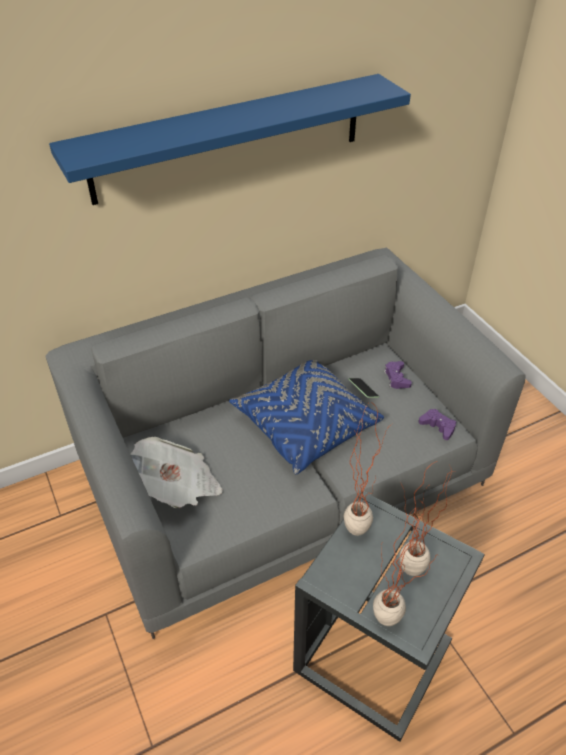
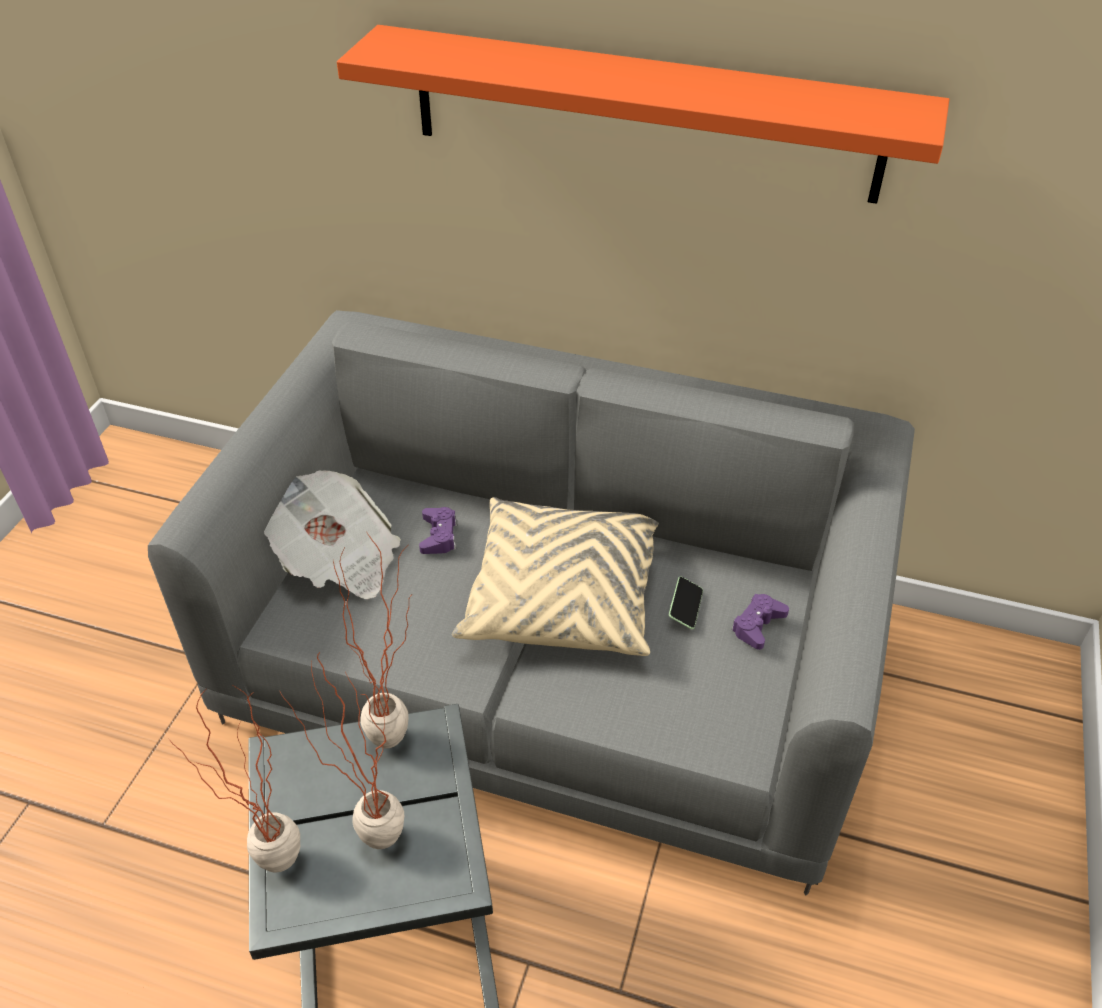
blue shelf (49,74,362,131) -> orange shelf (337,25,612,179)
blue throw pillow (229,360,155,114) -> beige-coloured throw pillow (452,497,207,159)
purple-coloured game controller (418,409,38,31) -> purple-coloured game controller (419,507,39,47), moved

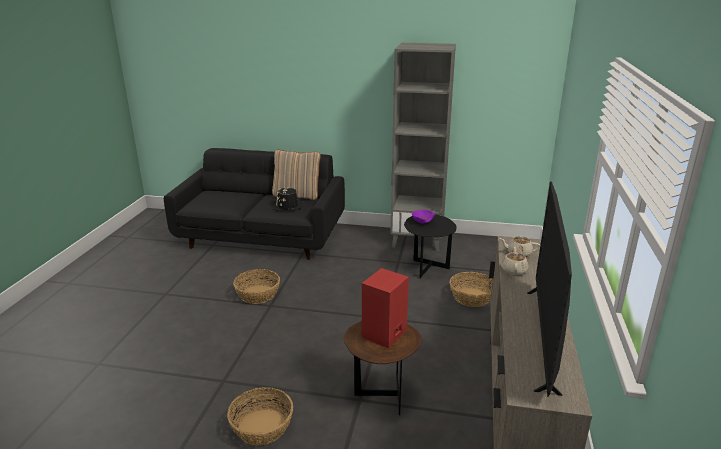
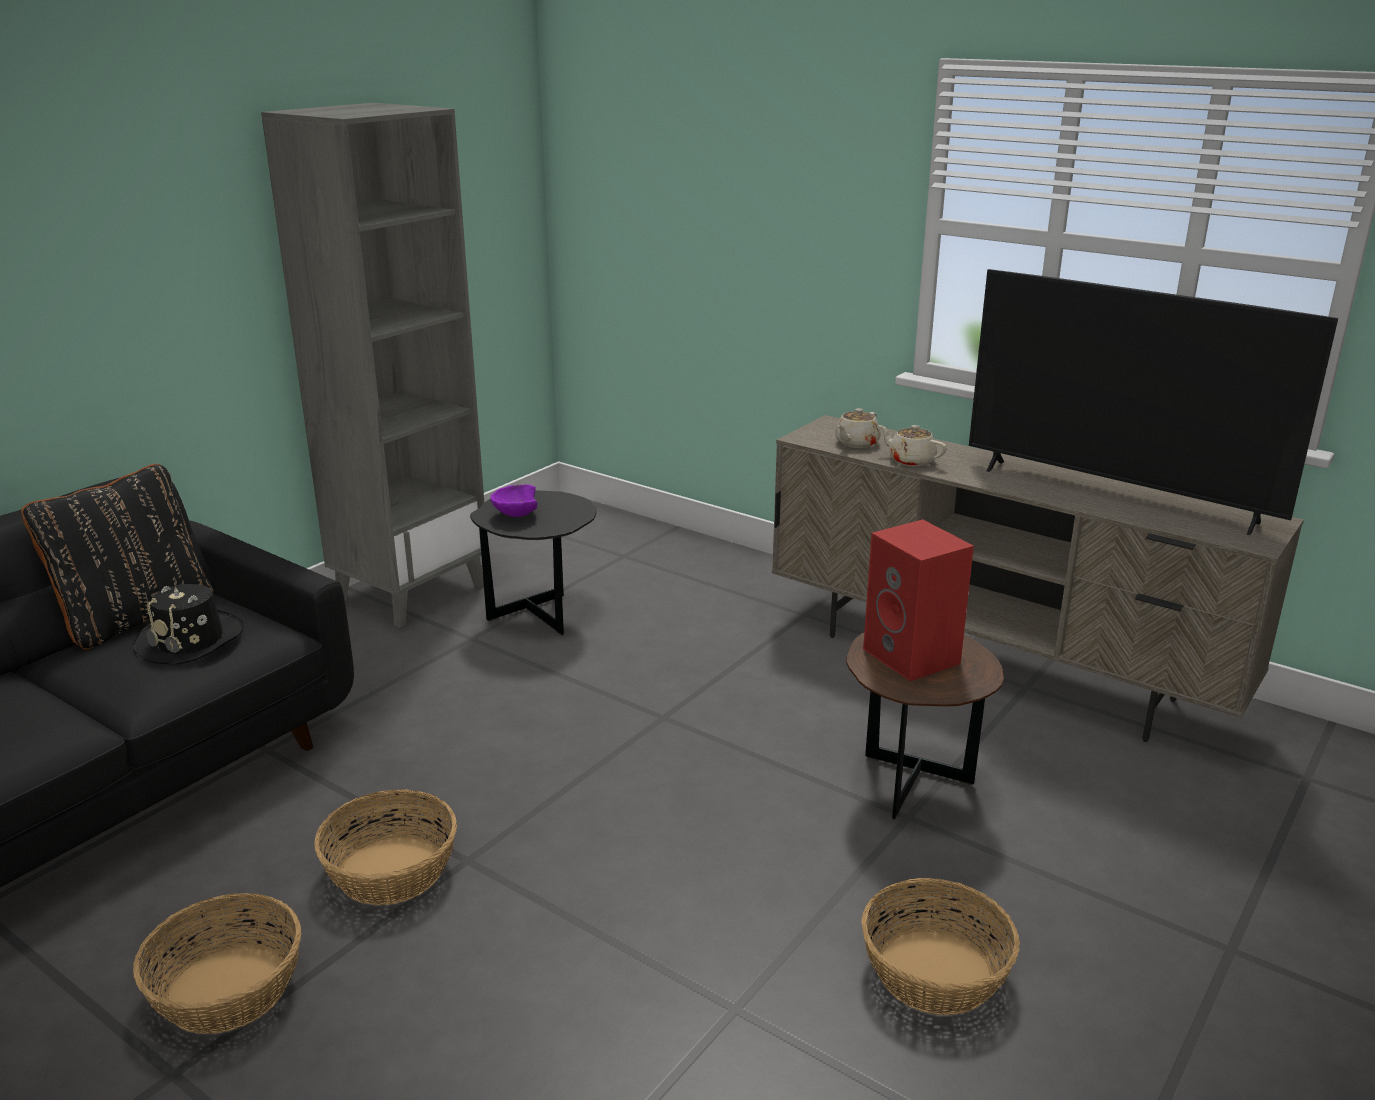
beige-coloured throw pillow (272,150,49,50) -> blackish throw pillow (21,464,192,186)
storage basket (450,272,43,35) -> storage basket (133,893,168,141), moved

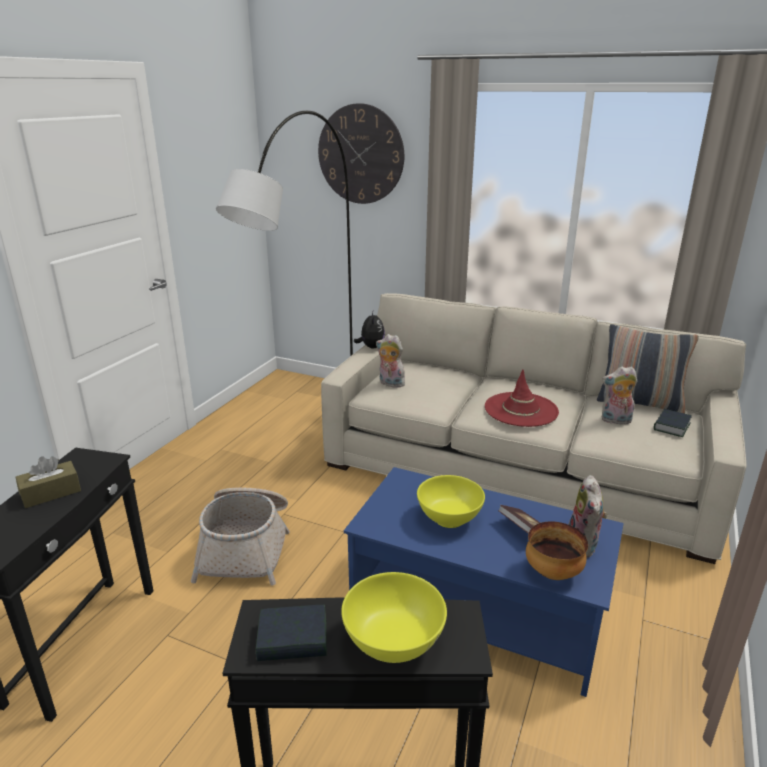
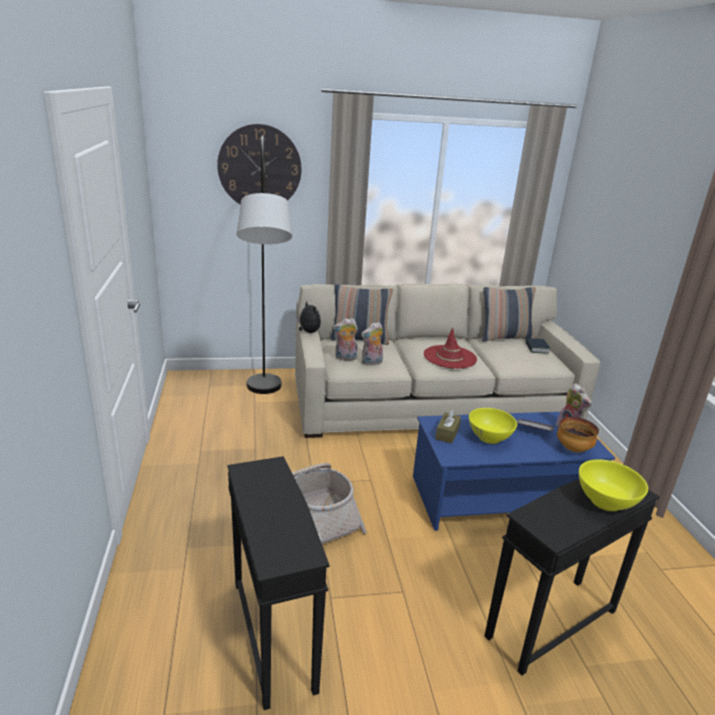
plush toy (601,366,36,58) -> plush toy (361,322,22,44), moved
brownish box of tissues (16,456,65,52) -> brownish box of tissues (435,409,26,35), moved
volume (256,605,70,56) -> none
none -> throw pillow (330,284,63,61)

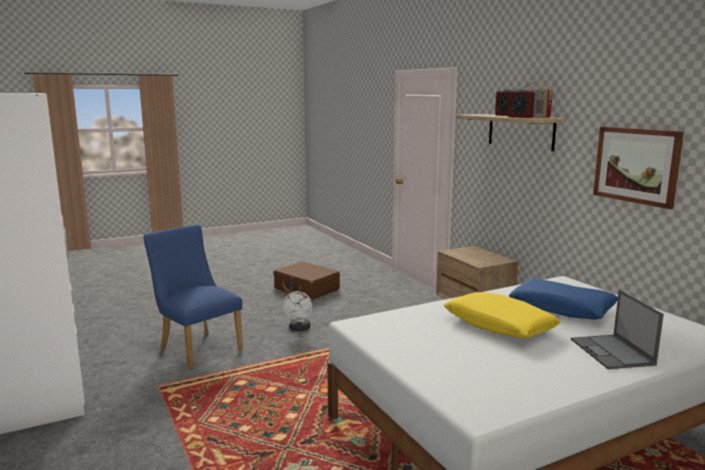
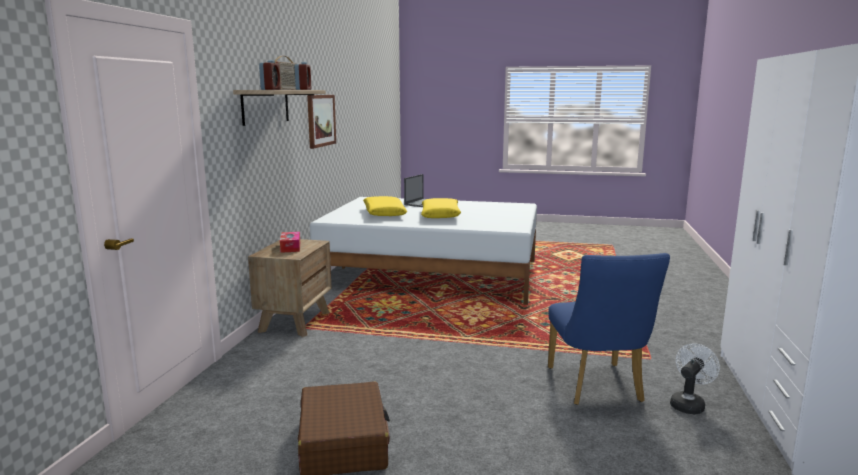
blue throw pillow (509,278,109,41) -> yellowish throw pillow (363,196,44,20)
whitish electric fan (283,291,29,40) -> whitish electric fan (670,343,50,71), moved
none -> box of tissues (280,232,20,21)

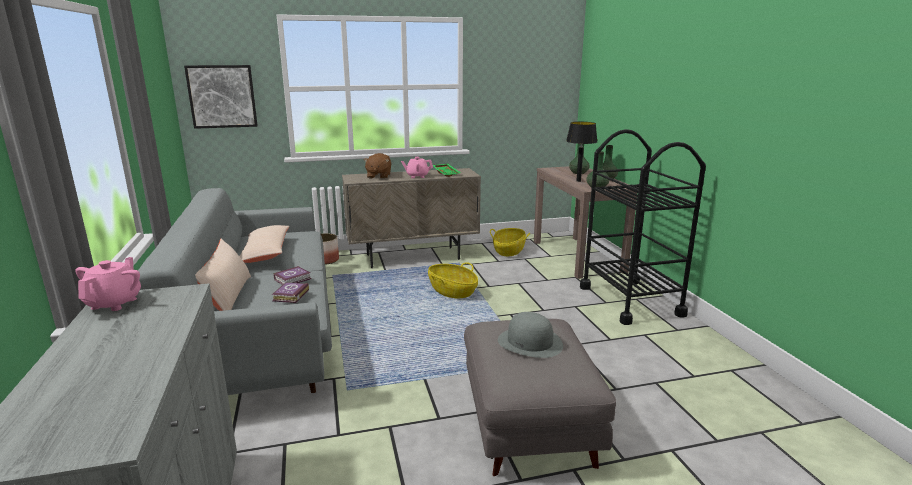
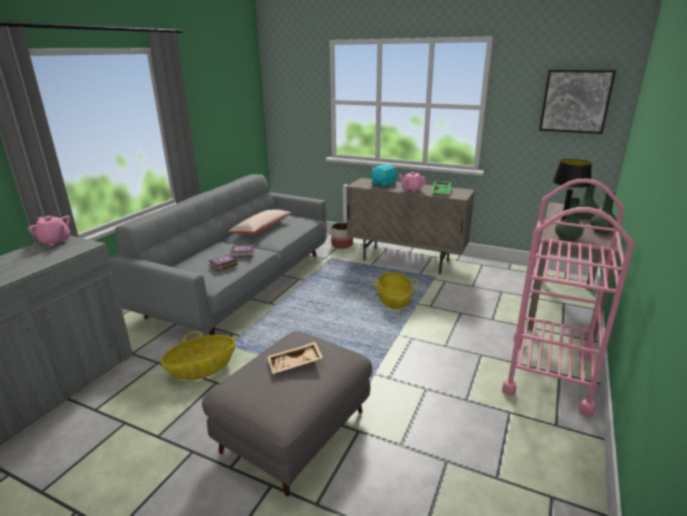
picture (184,65,74,64) -> picture (539,70,77,64), moved
blackish cart (580,129,126,196) -> pink cart (502,179,133,238)
brownish plush toy (364,153,27,26) -> turquoise plush toy (370,164,27,23)
storage basket (490,228,40,28) -> storage basket (161,331,74,49), moved
beige-coloured throw pillow (195,239,56,72) -> none
pink pot for tea (75,257,66,54) -> pink pot for tea (28,216,43,30), 75 degrees clockwise
gray clothing hat (498,312,65,46) -> beige-coloured serving tray (267,342,56,32)

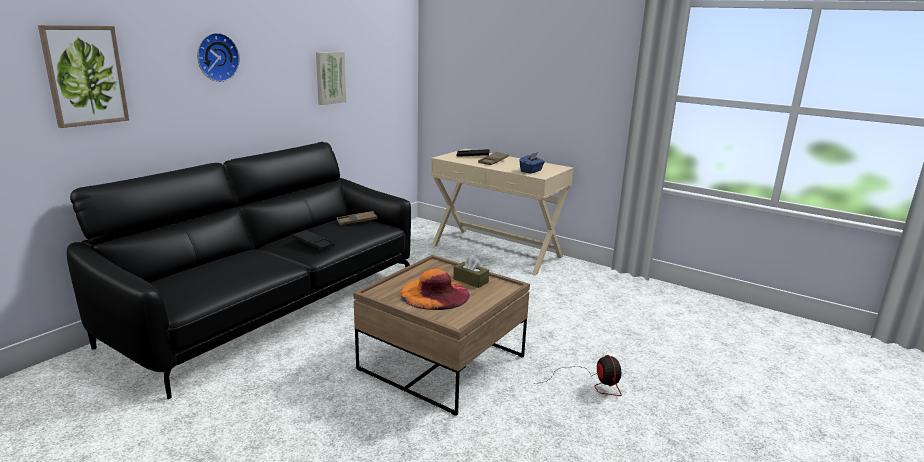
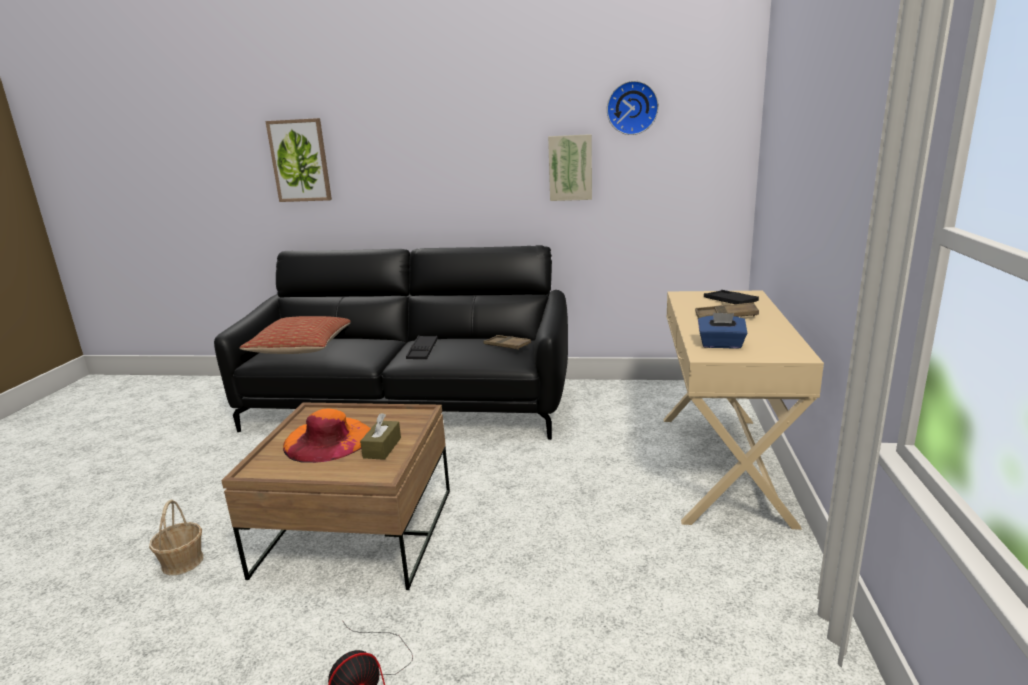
wall clock (197,33,43,49) -> wall clock (607,81,52,54), moved
none -> throw pillow (239,316,112,38)
none -> storage basket (149,499,54,76)

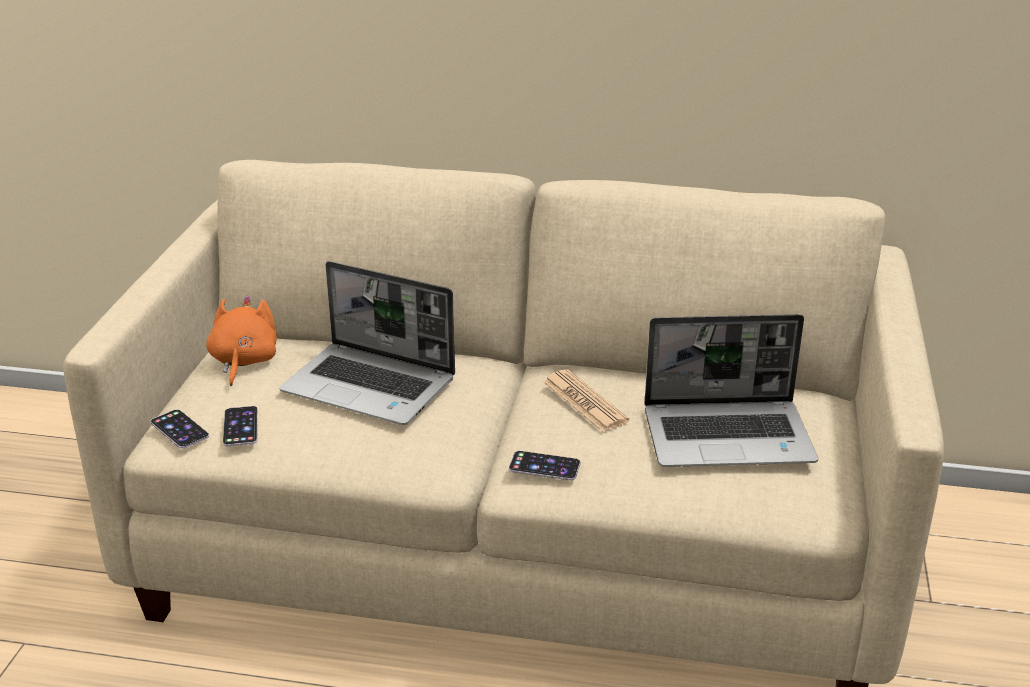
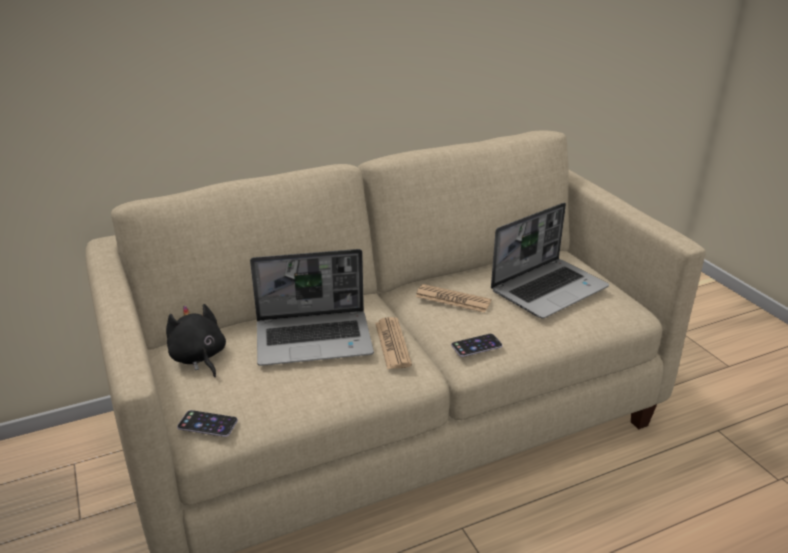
orange plush toy (206,296,71,90) -> blackish plush toy (166,304,60,73)
phone (223,406,35,40) -> none
none -> printed paper (375,317,37,52)

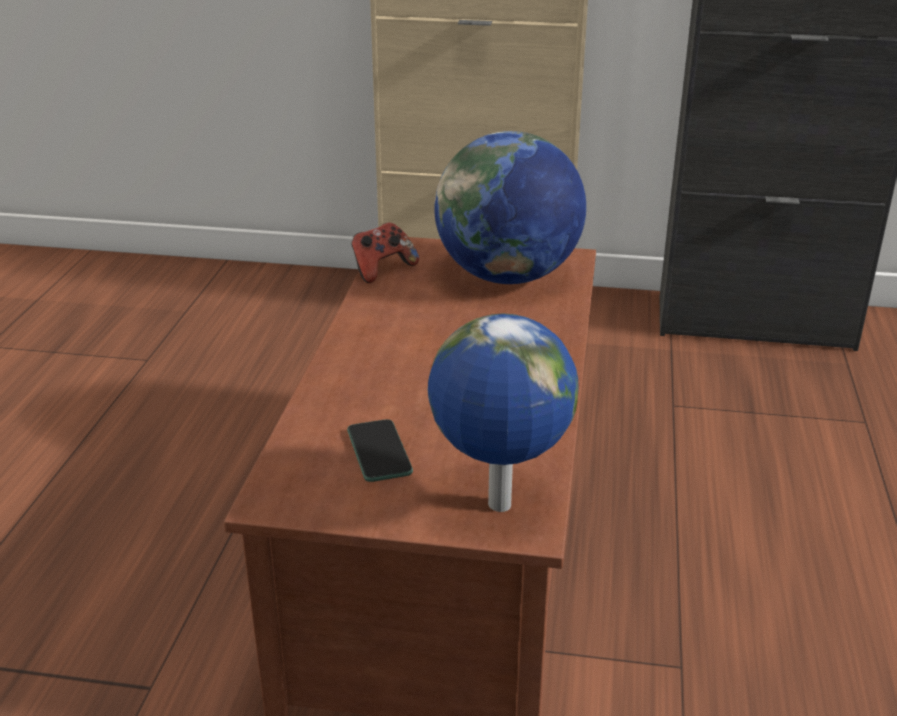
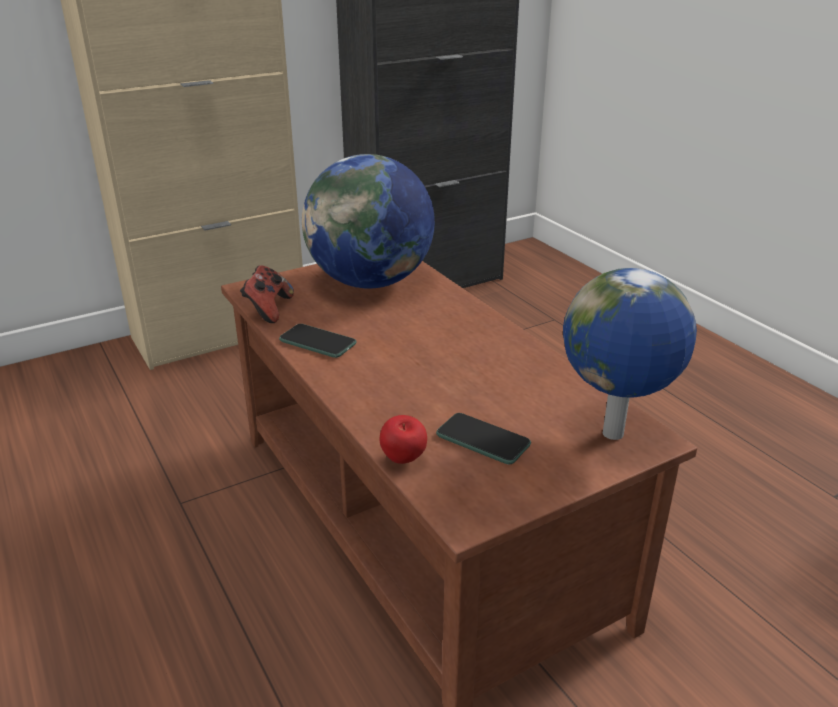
none -> phone (279,324,78,34)
none -> apple fruit (380,415,47,49)

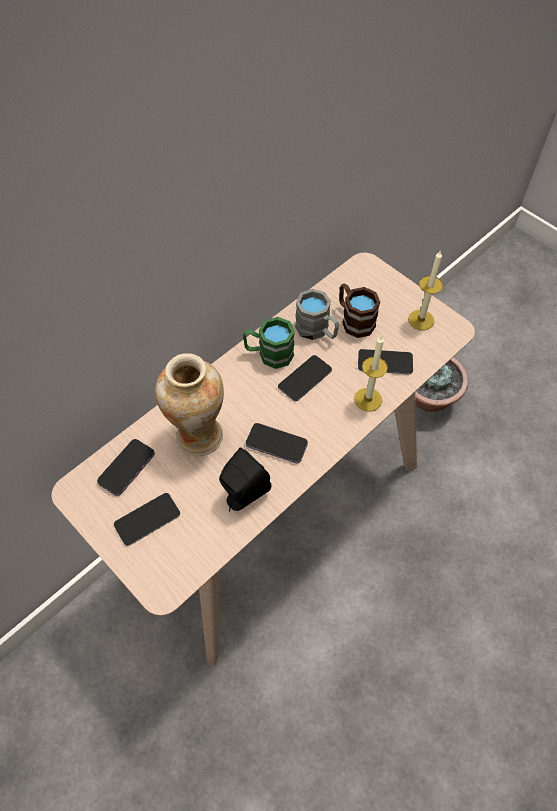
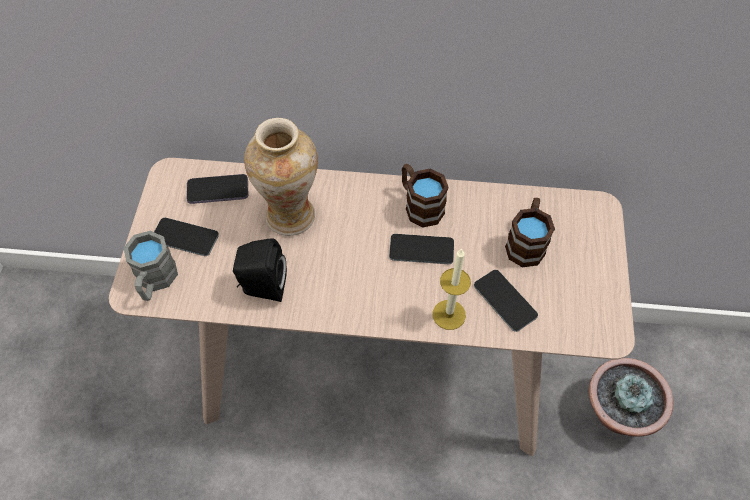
candle (408,250,35,80) -> none
gray coffee mug (295,289,44,51) -> gray coffee mug (124,231,54,70), moved
green coffee mug (243,317,52,52) -> brownish coffee mug (402,164,47,63)
phone (246,423,62,41) -> none

